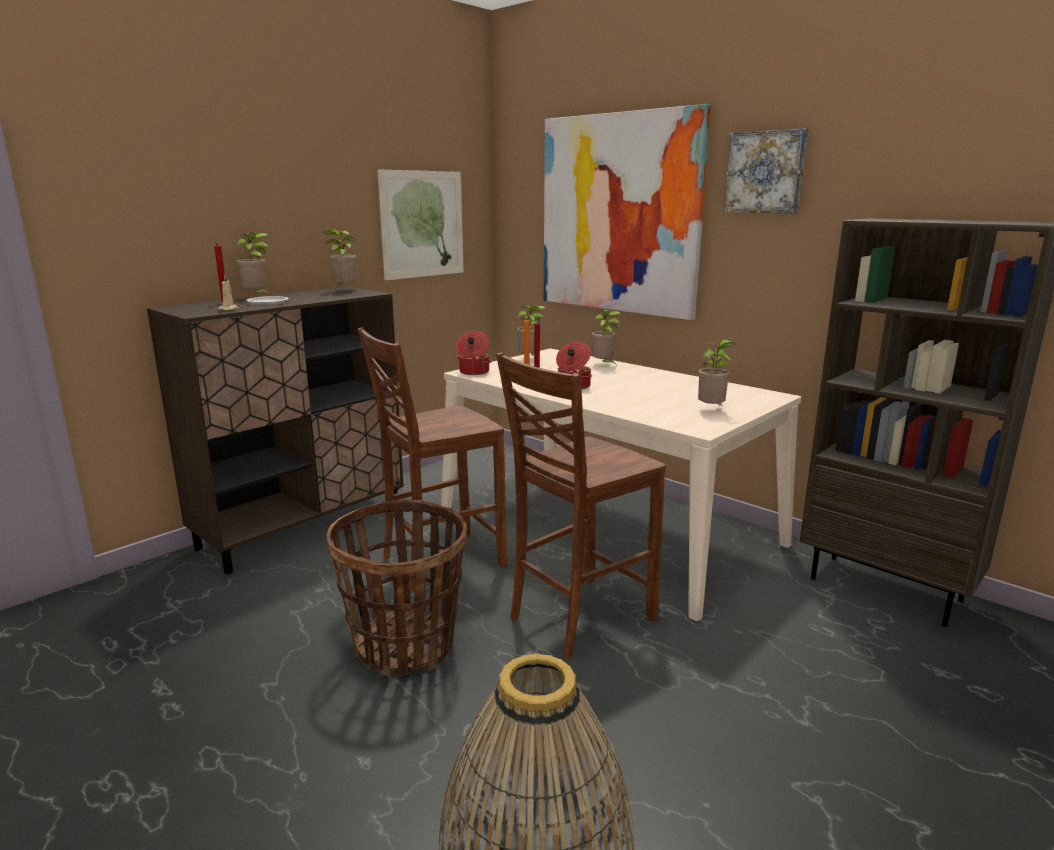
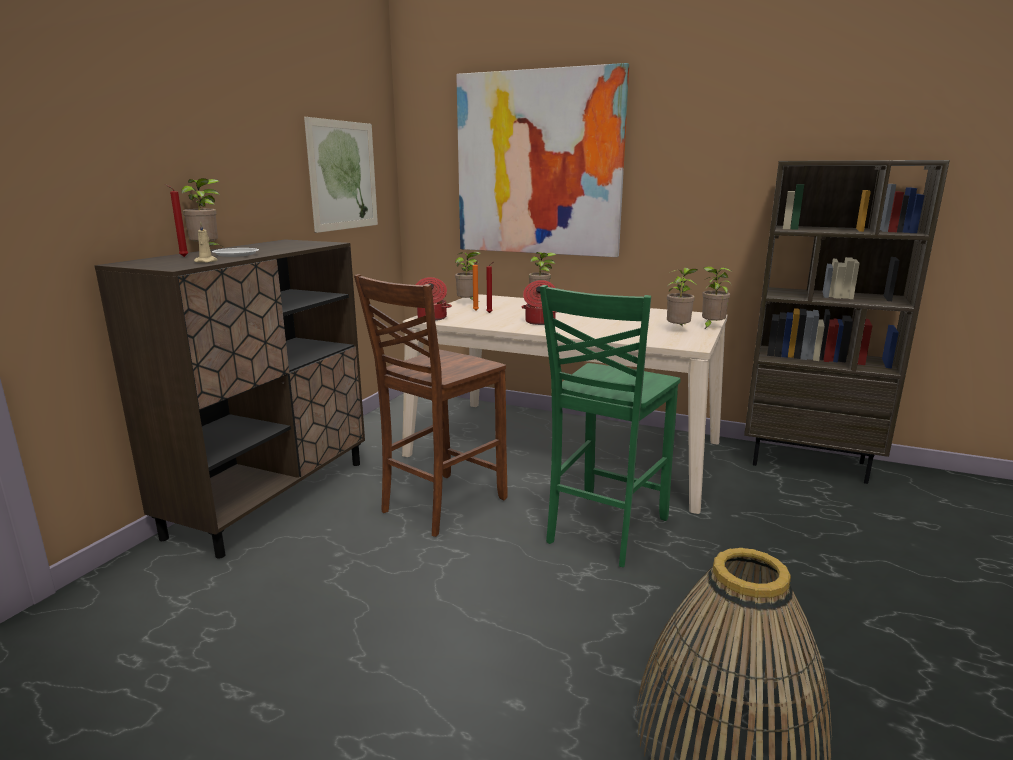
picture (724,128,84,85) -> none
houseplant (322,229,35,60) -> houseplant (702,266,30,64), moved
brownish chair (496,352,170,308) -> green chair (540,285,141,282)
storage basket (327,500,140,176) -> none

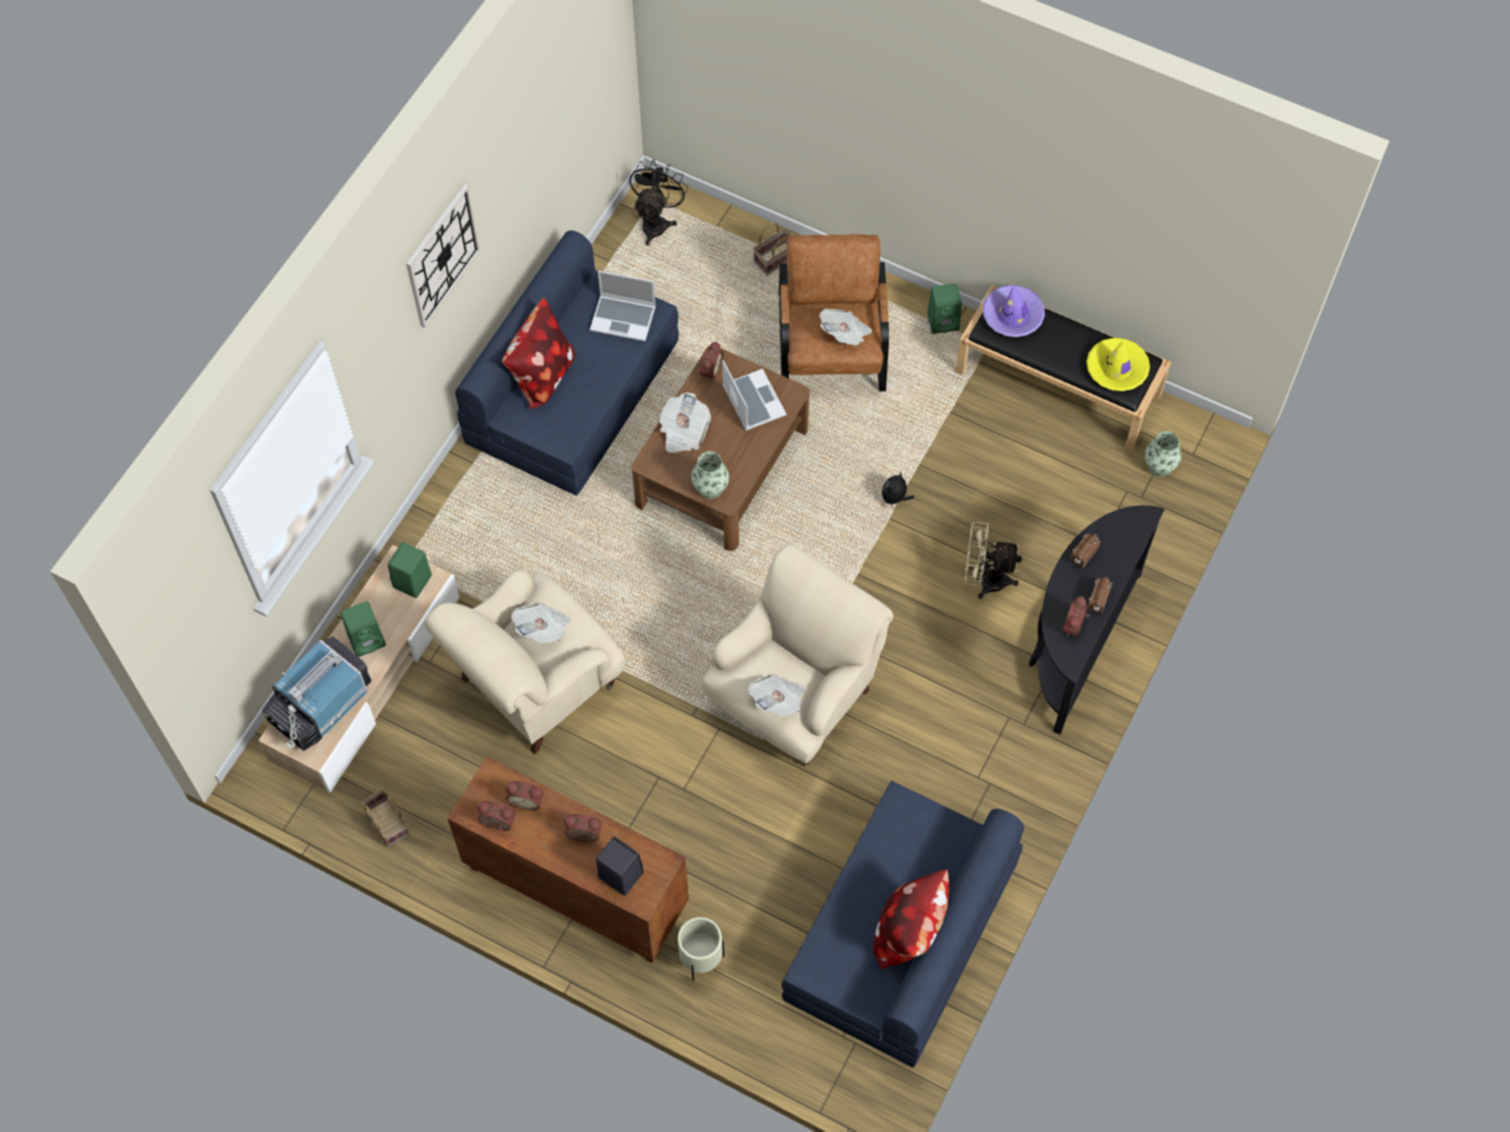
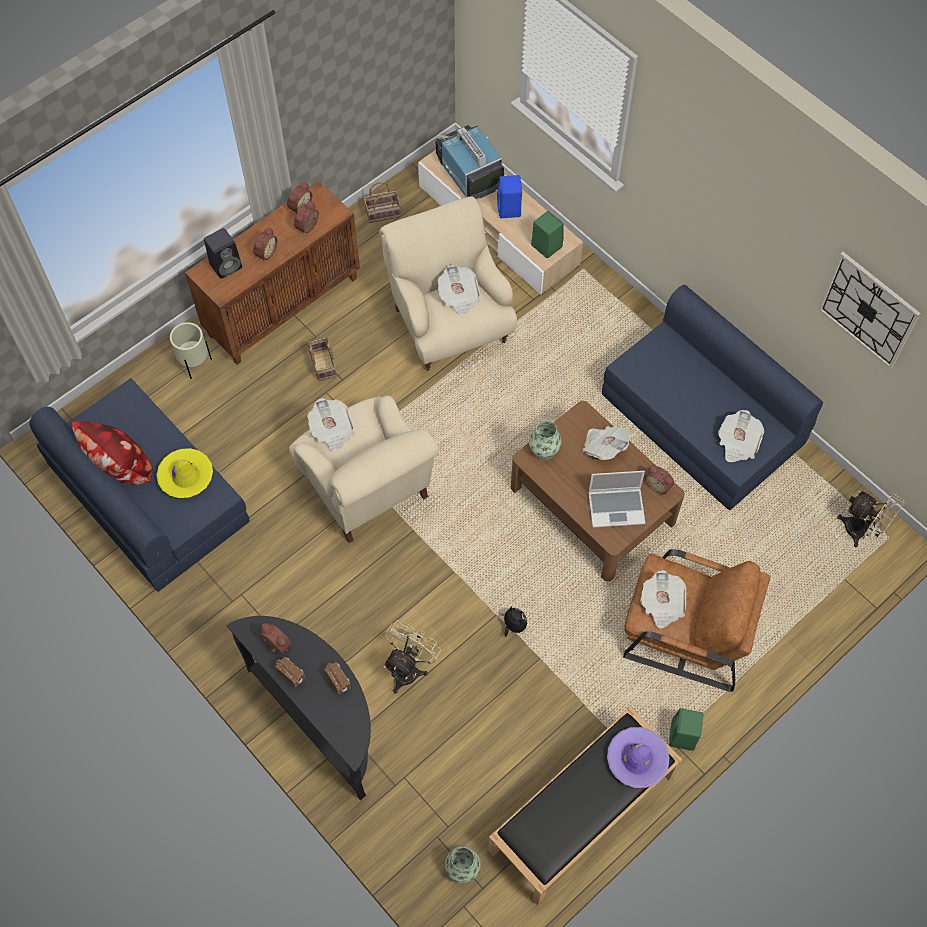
blackish electric fan (629,159,59,87) -> beige-coloured electric fan (837,491,67,56)
wall clock (406,184,75,144) -> wall clock (818,252,103,117), moved
storage basket (753,222,40,53) -> storage basket (307,336,29,45), moved
notebook computer (590,271,66,70) -> printed paper (718,410,46,52)
throw pillow (502,298,74,111) -> none
yellowish clothing hat (1086,338,64,53) -> yellowish clothing hat (156,448,57,50), moved
green speaker (341,601,45,56) -> blue speaker (497,175,25,43)

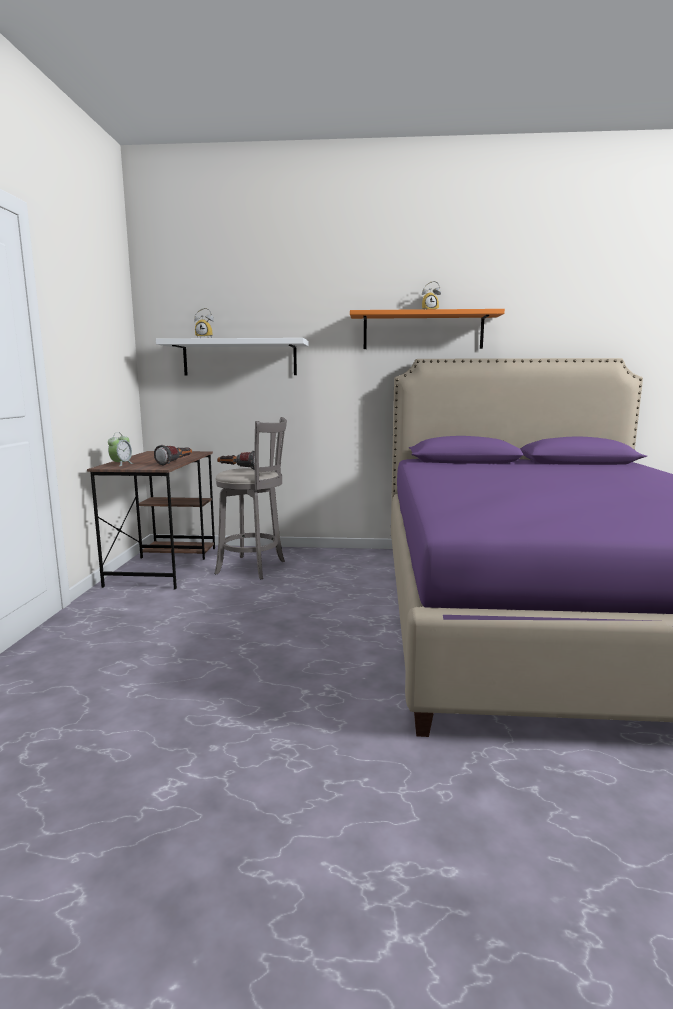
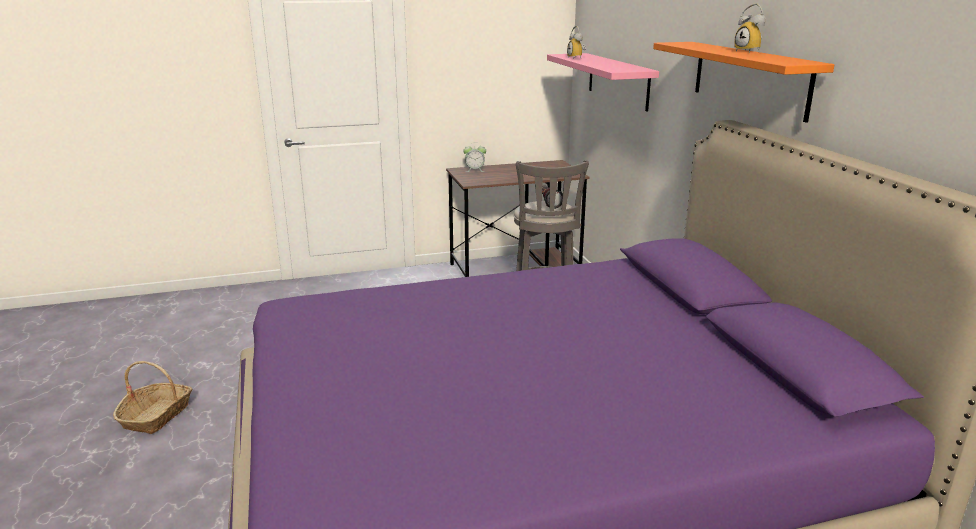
whitish shelf (156,338,153,37) -> pink shelf (547,53,112,58)
flashlight (154,445,38,21) -> none
none -> storage basket (113,361,80,73)

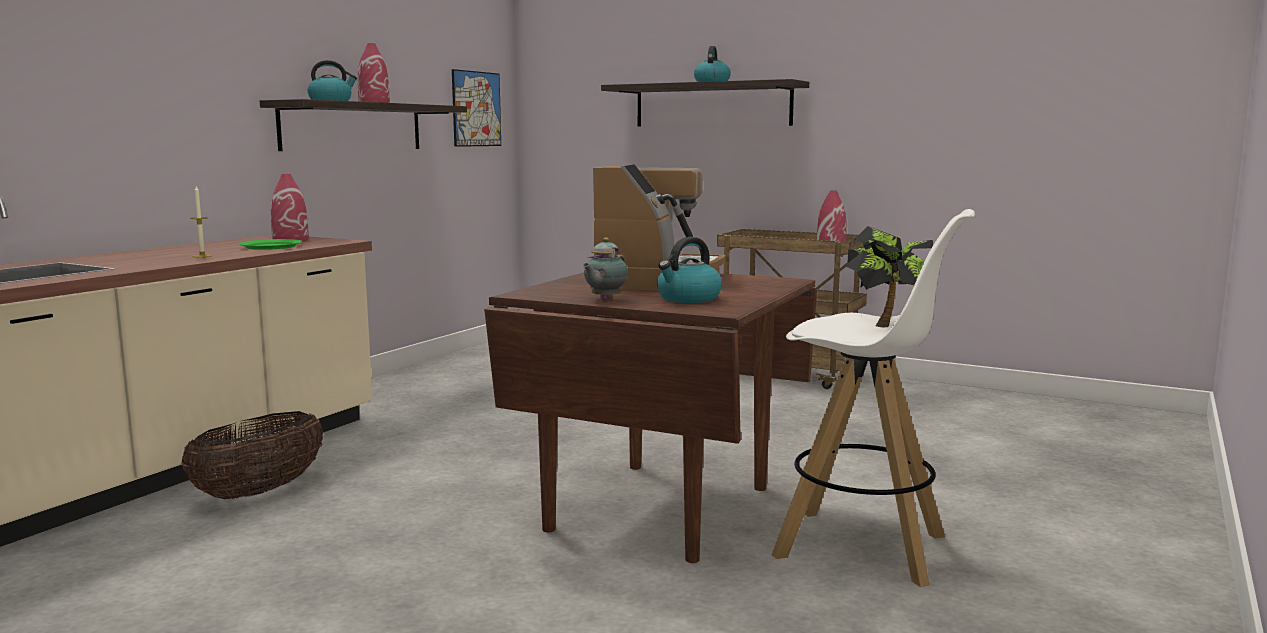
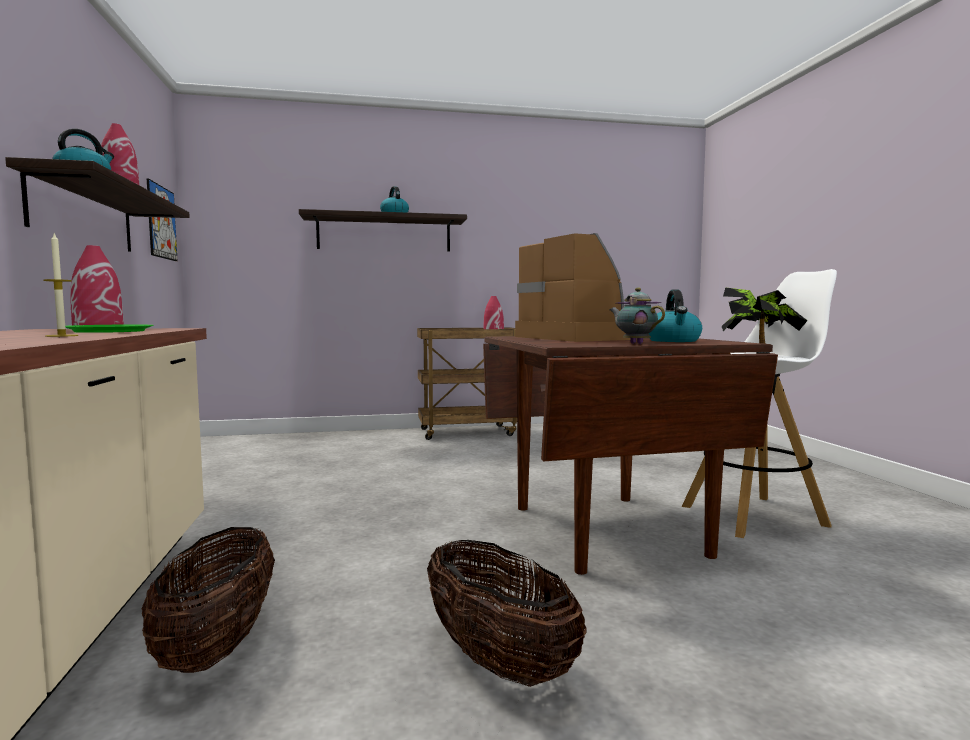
pot for tea (582,237,46,63) -> pot for tea (610,288,55,56), 150 degrees clockwise
none -> storage basket (427,540,160,147)

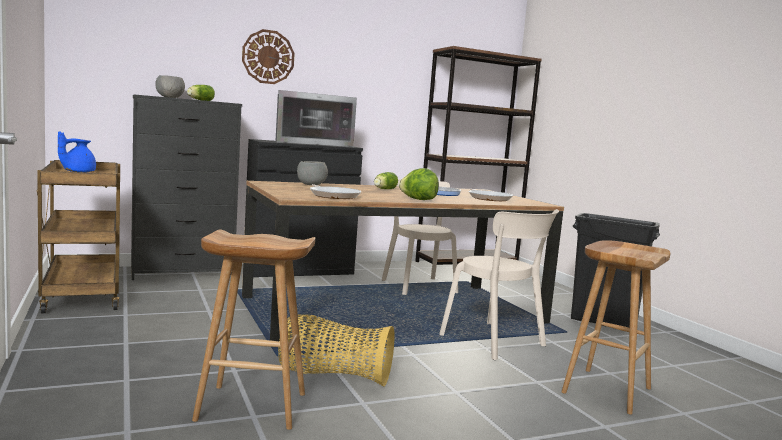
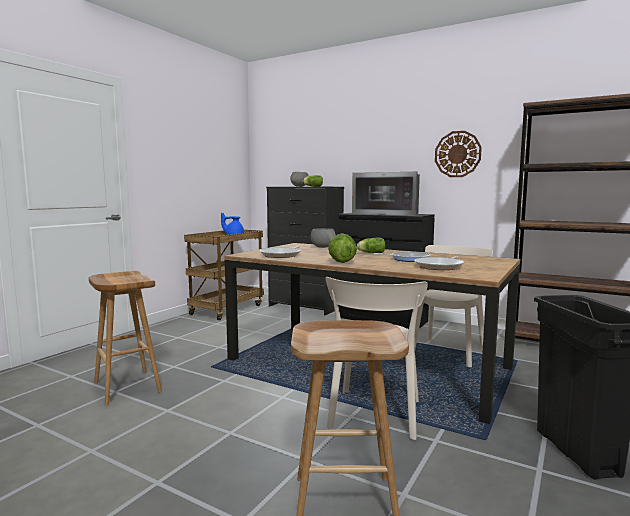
wall clock (242,29,53,55) -> wall clock (435,131,47,46), moved
storage basket (278,314,117,72) -> none

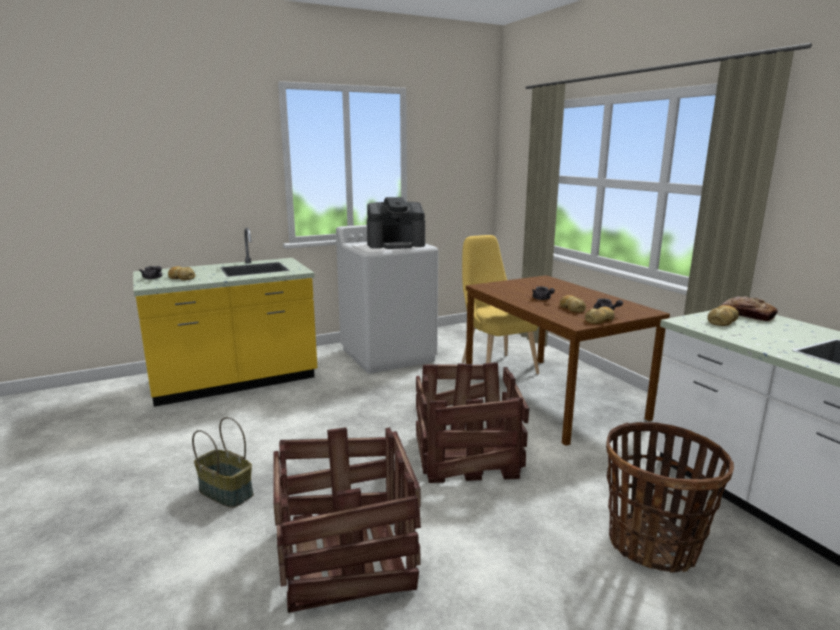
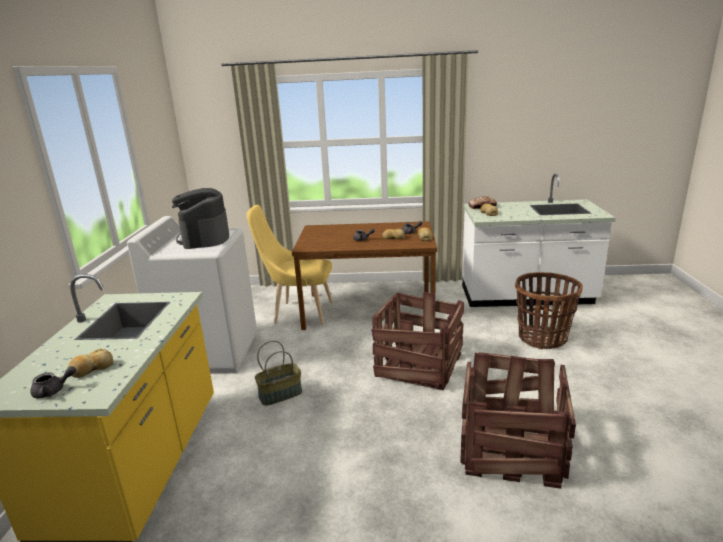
coffee machine (367,197,58,52) -> coffee machine (172,188,57,61), 150 degrees clockwise
storage basket (192,417,62,91) -> storage basket (255,341,47,65), moved

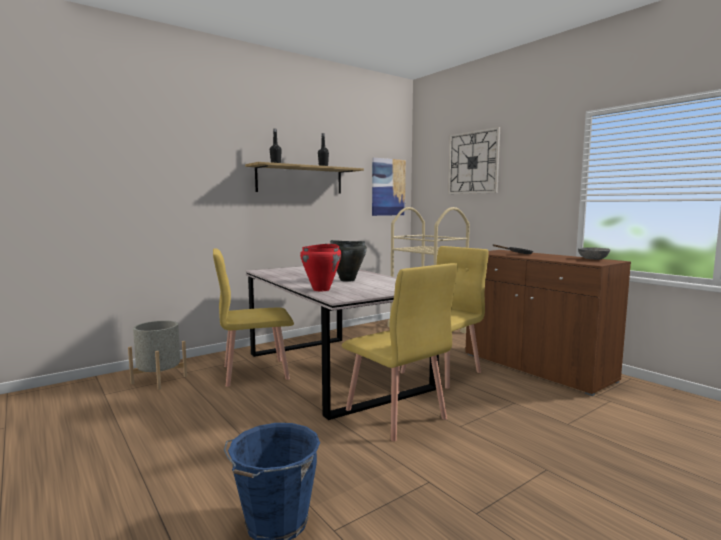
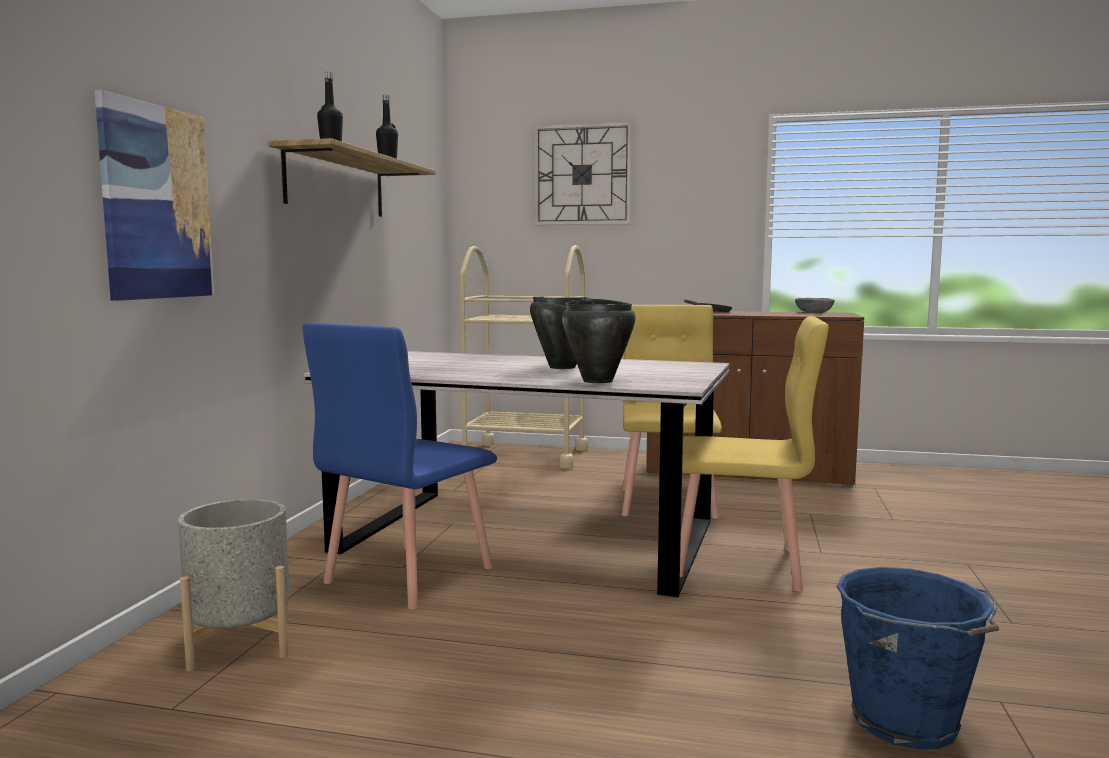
picture (372,158,34,58) -> picture (94,90,120,211), moved
red-coloured saucepot (300,244,41,47) -> blackish saucepot (562,299,73,84)
yellowish chair (213,248,81,139) -> blue chair (303,323,194,287)

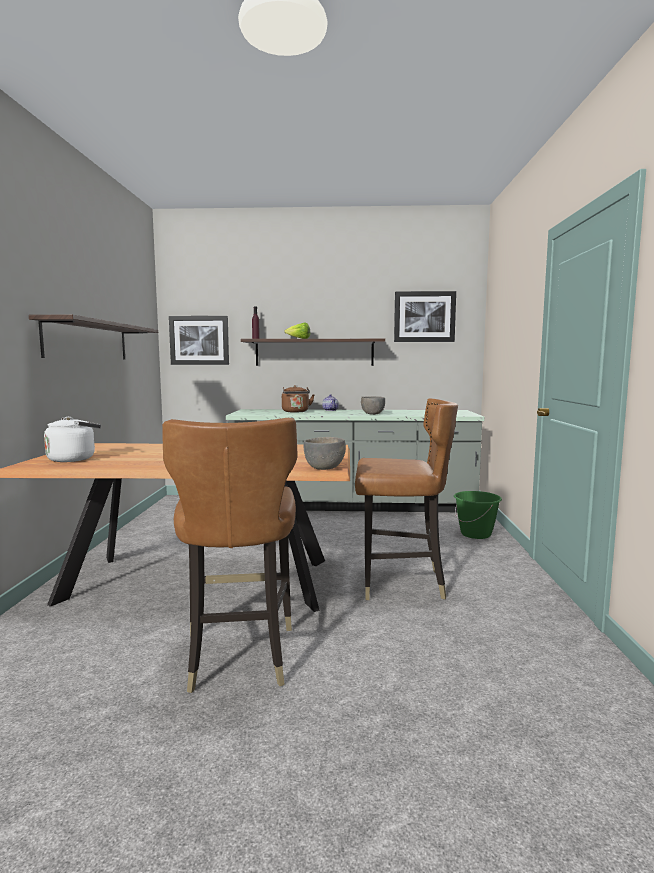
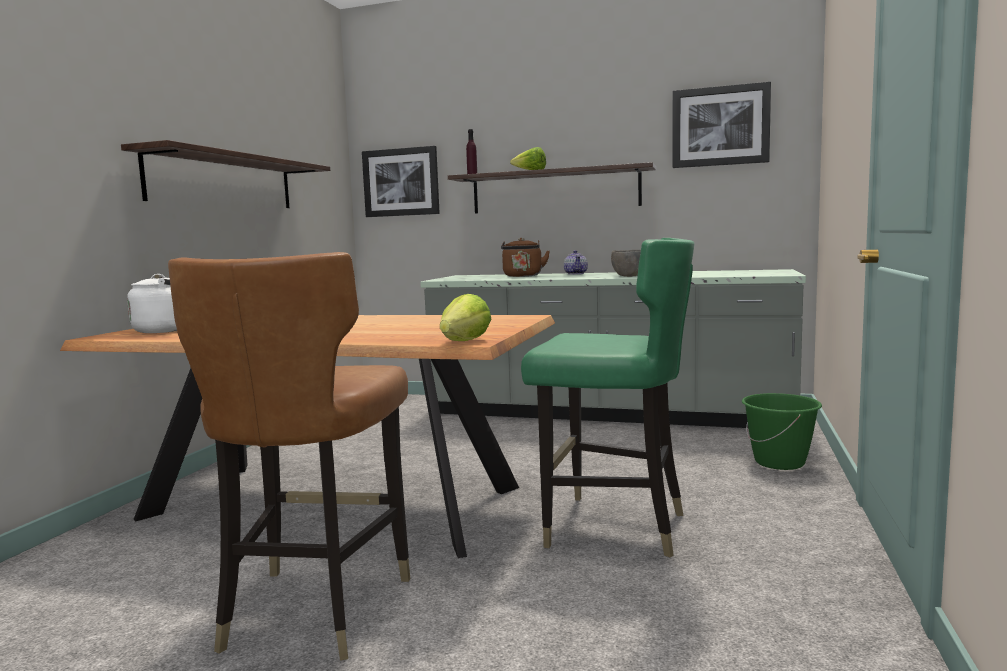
brownish chair (355,398,103,202) -> green chair (521,238,174,319)
gray serving bowl (304,437,42,33) -> lettuce head (440,294,51,47)

